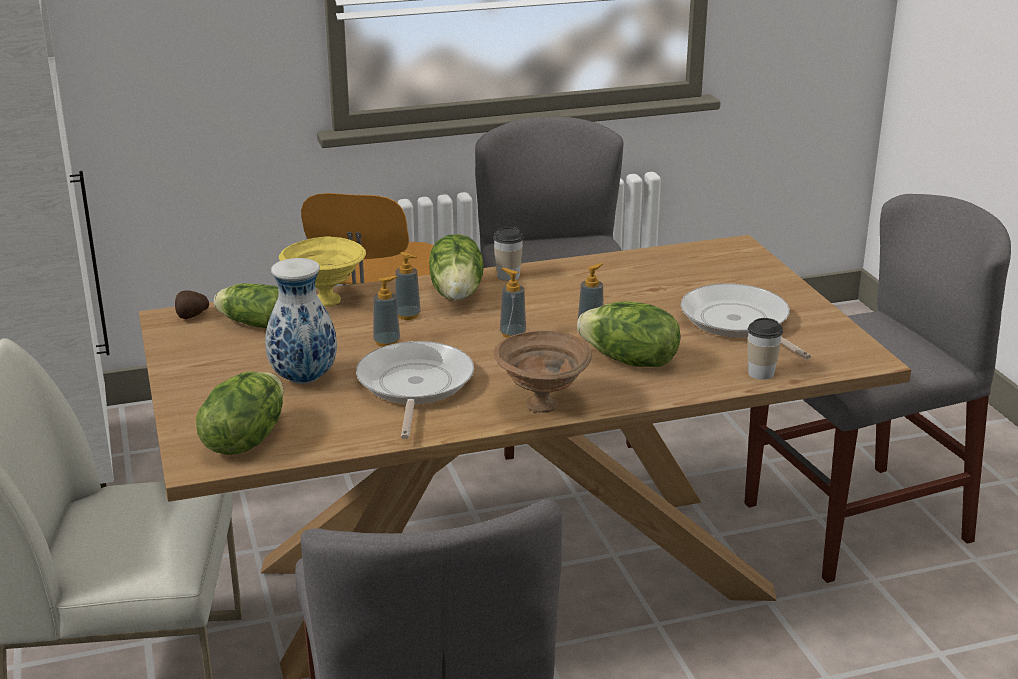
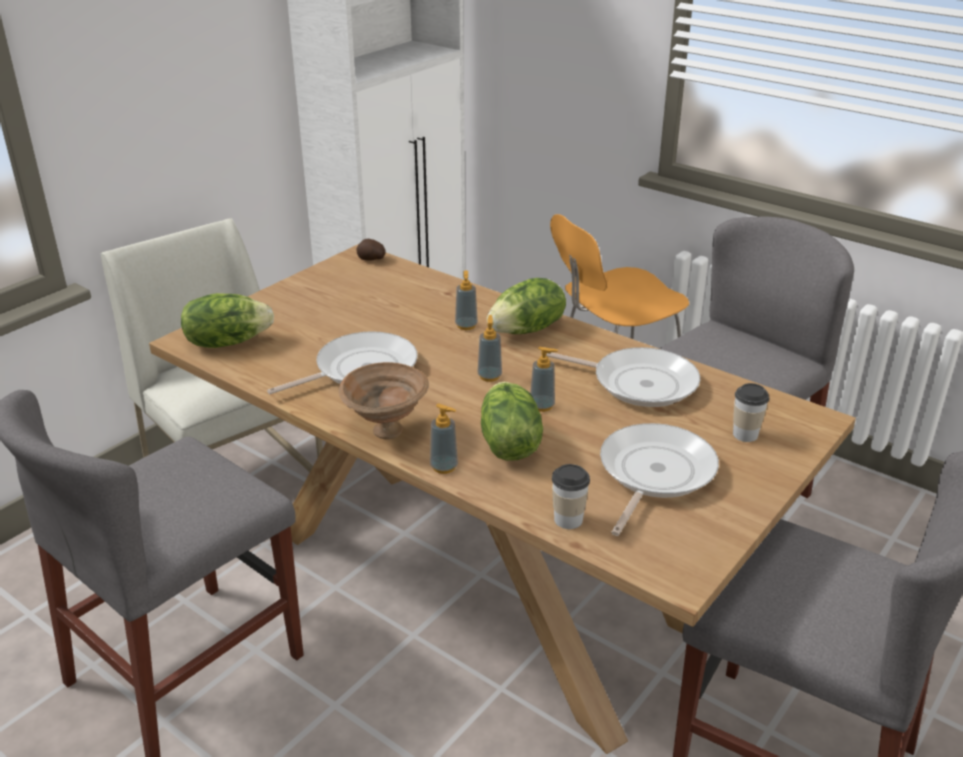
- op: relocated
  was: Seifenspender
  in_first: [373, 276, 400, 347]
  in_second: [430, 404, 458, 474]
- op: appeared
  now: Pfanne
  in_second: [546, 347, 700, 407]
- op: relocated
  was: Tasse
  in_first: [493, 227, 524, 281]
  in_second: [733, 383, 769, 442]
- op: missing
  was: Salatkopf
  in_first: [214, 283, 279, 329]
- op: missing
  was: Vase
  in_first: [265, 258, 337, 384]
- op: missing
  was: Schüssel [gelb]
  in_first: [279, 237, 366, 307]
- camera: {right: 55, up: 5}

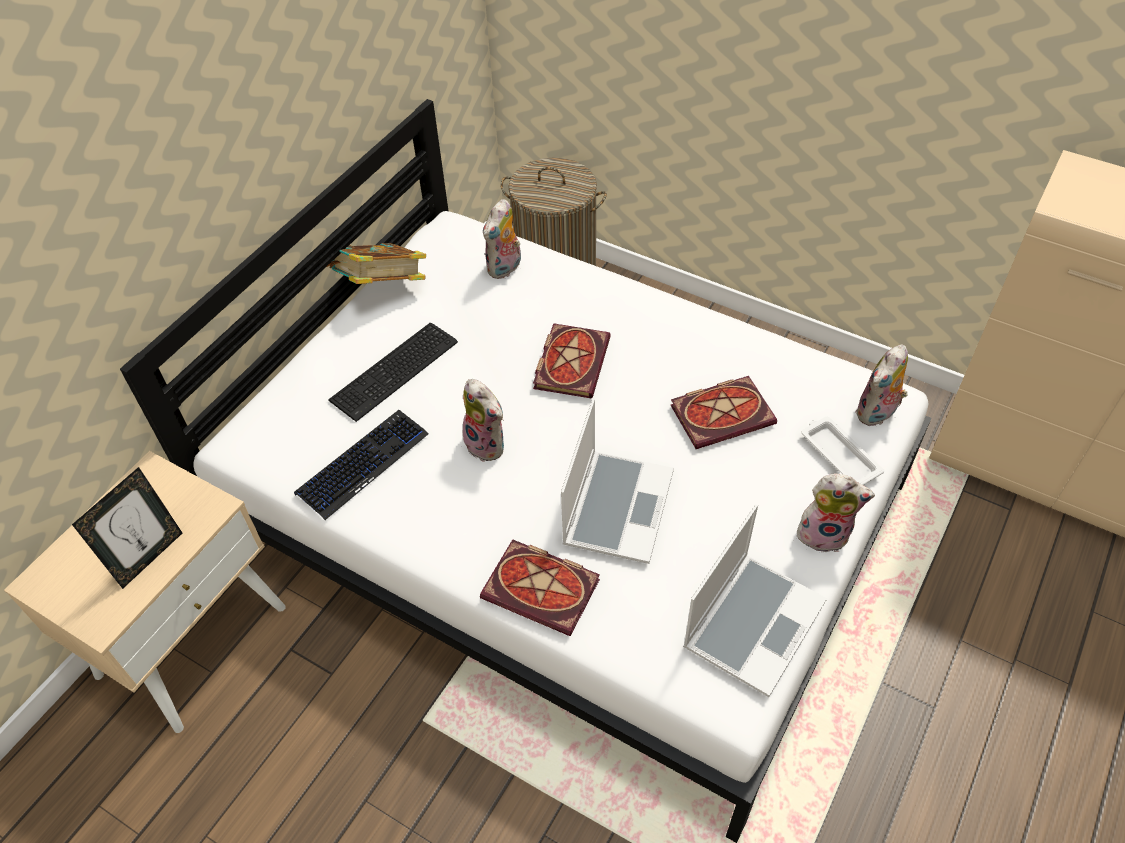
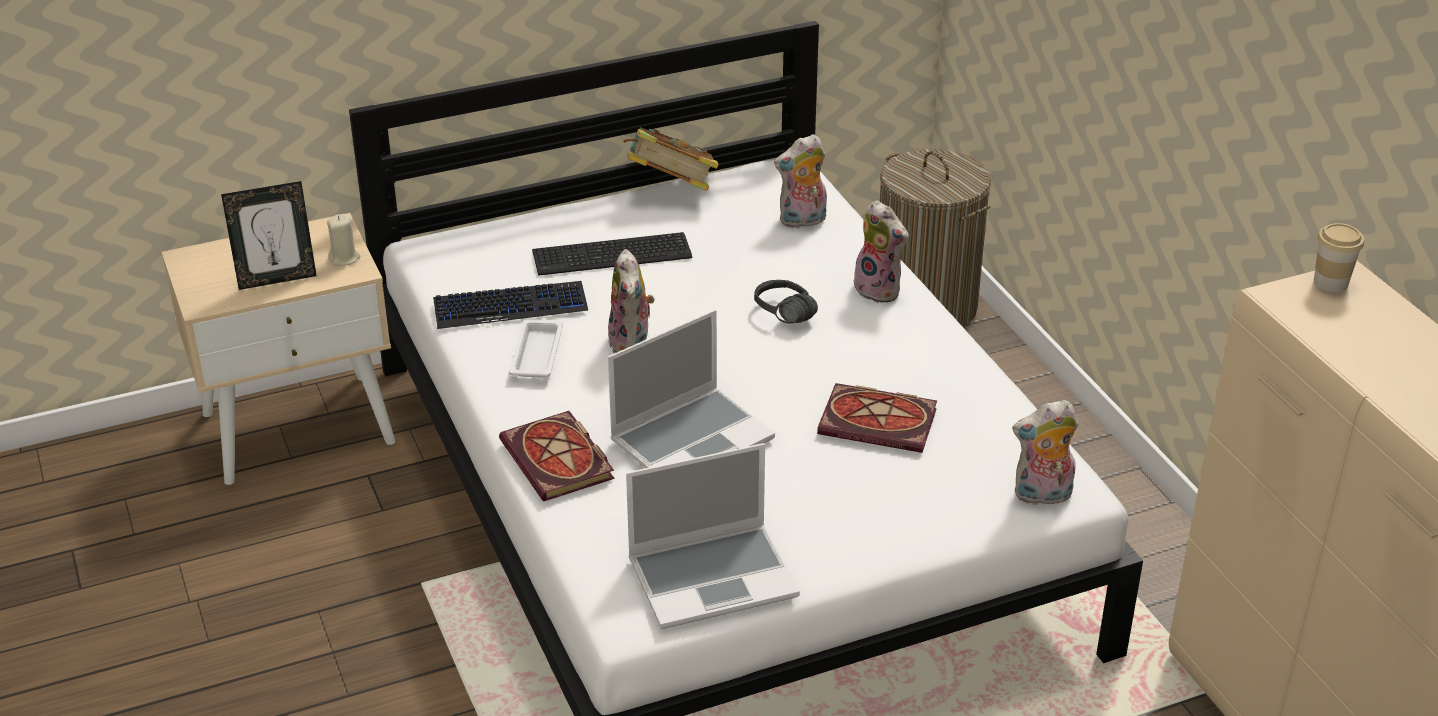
- op: appeared
  now: Kerze [beige]
  in_second: [327, 214, 360, 266]
- op: relocated
  was: Tablett [weiß]
  in_first: [801, 417, 885, 485]
  in_second: [509, 319, 563, 378]
- op: exchanged
  was: Buch
  now: Kopfhörer [schwarz]
  in_first: [533, 323, 611, 398]
  in_second: [754, 280, 818, 324]
- op: relocated
  was: Plüschtier
  in_first: [797, 474, 875, 552]
  in_second: [854, 200, 909, 303]
- op: appeared
  now: Tasse
  in_second: [1314, 223, 1364, 292]
- camera: {right: 35, up: -15}

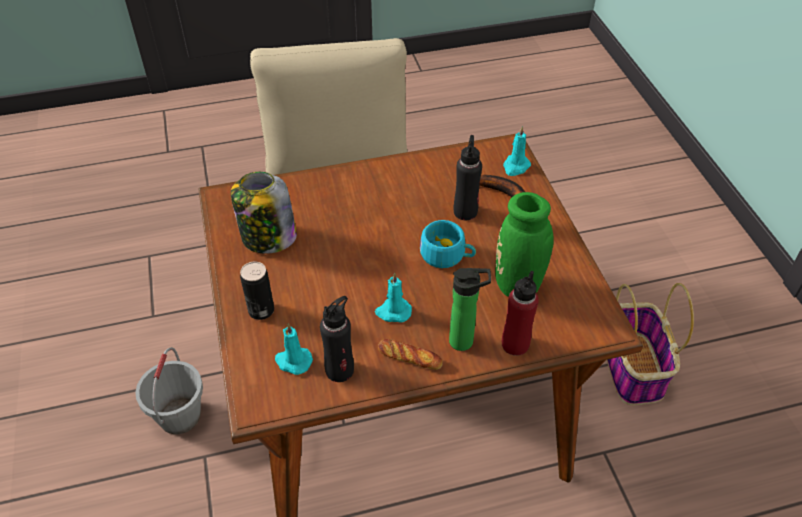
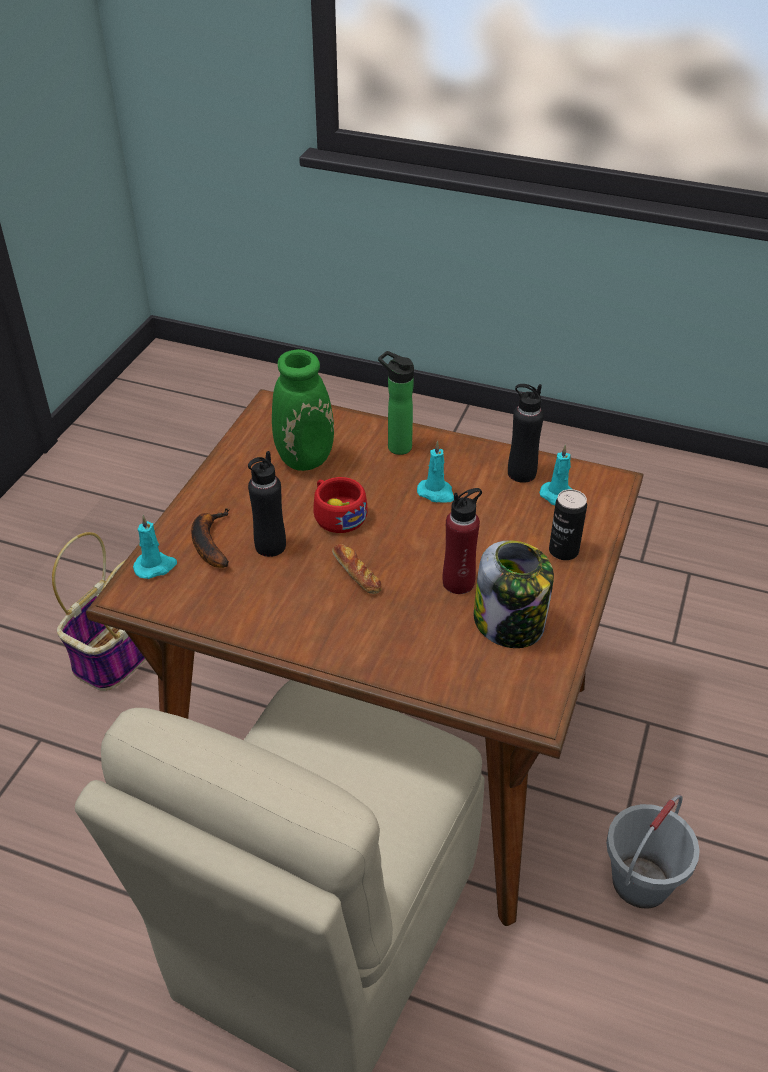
- op: colour
  was: Tasse [türkis]
  now: Tasse [rot]
  in_first: [420, 220, 476, 268]
  in_second: [313, 477, 367, 533]
- op: relocated
  was: Brot
  in_first: [378, 339, 443, 370]
  in_second: [332, 544, 382, 594]
- op: relocated
  was: Flasche [rot]
  in_first: [502, 271, 539, 356]
  in_second: [443, 488, 482, 594]
- camera: {right: -145, up: -5}

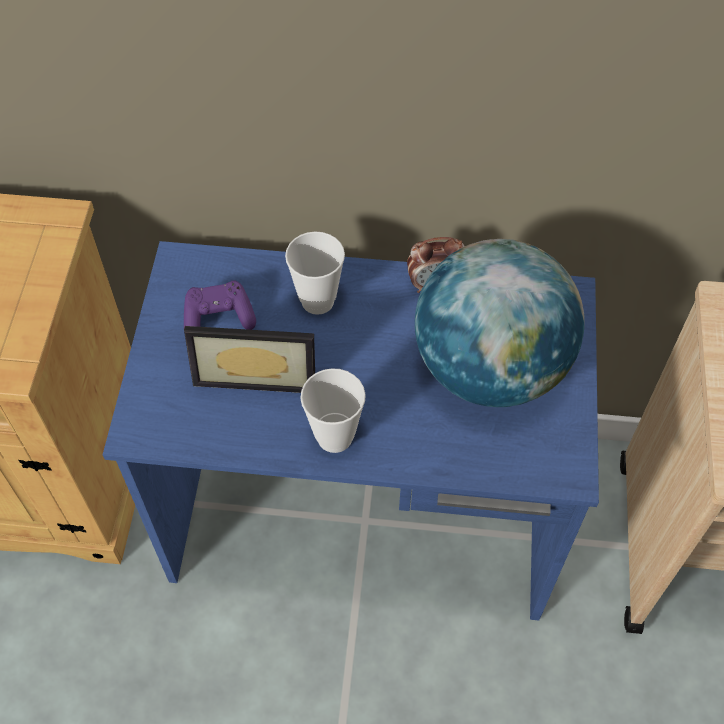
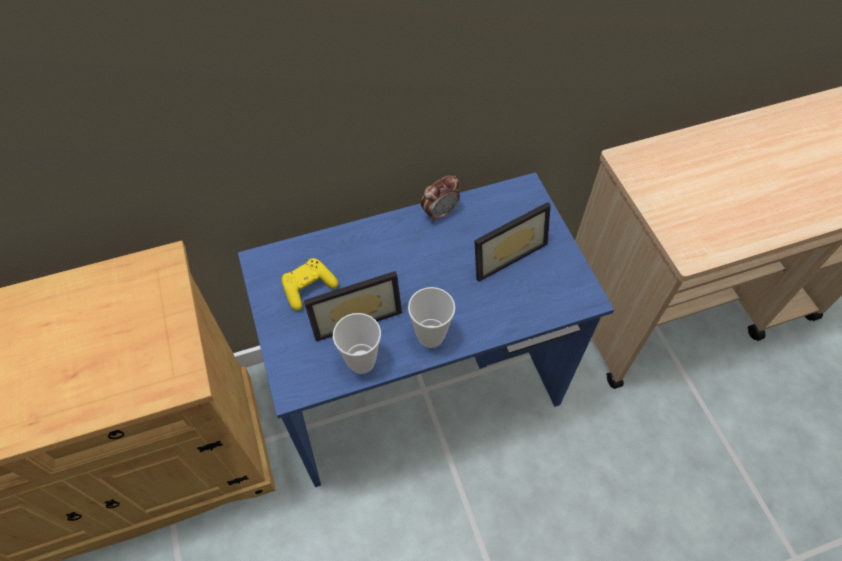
- op: colour
  was: Gamepad [lila]
  now: Gamepad [gelb]
  in_first: [184, 281, 256, 330]
  in_second: [282, 258, 338, 311]
- op: relocated
  was: Tasse
  in_first: [285, 232, 345, 315]
  in_second: [333, 313, 381, 374]
- op: exchanged
  was: Globus
  now: Bilderrahmen
  in_first: [415, 239, 585, 407]
  in_second: [475, 202, 551, 282]
- camera: {right: -25, up: 0}

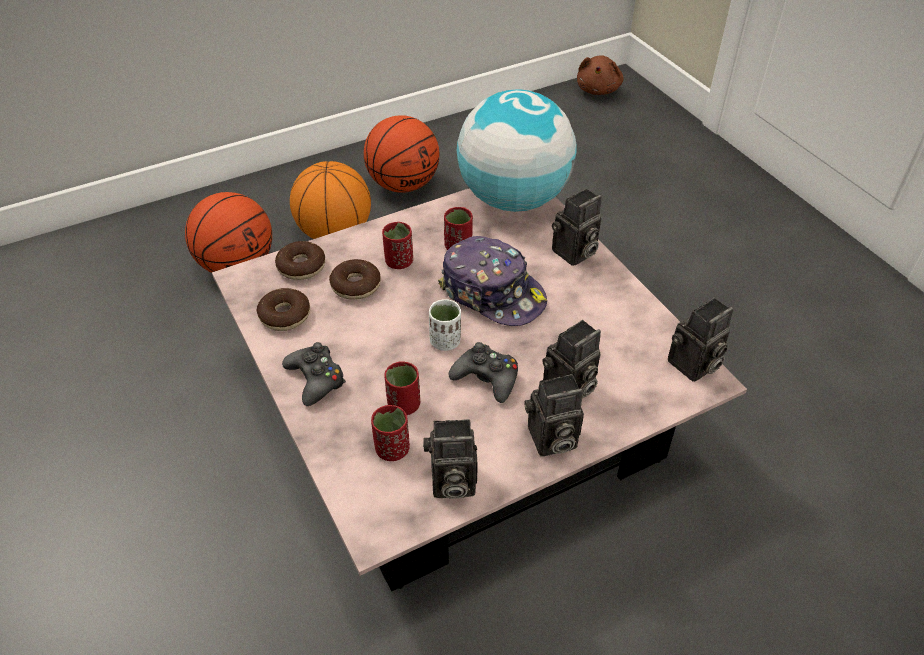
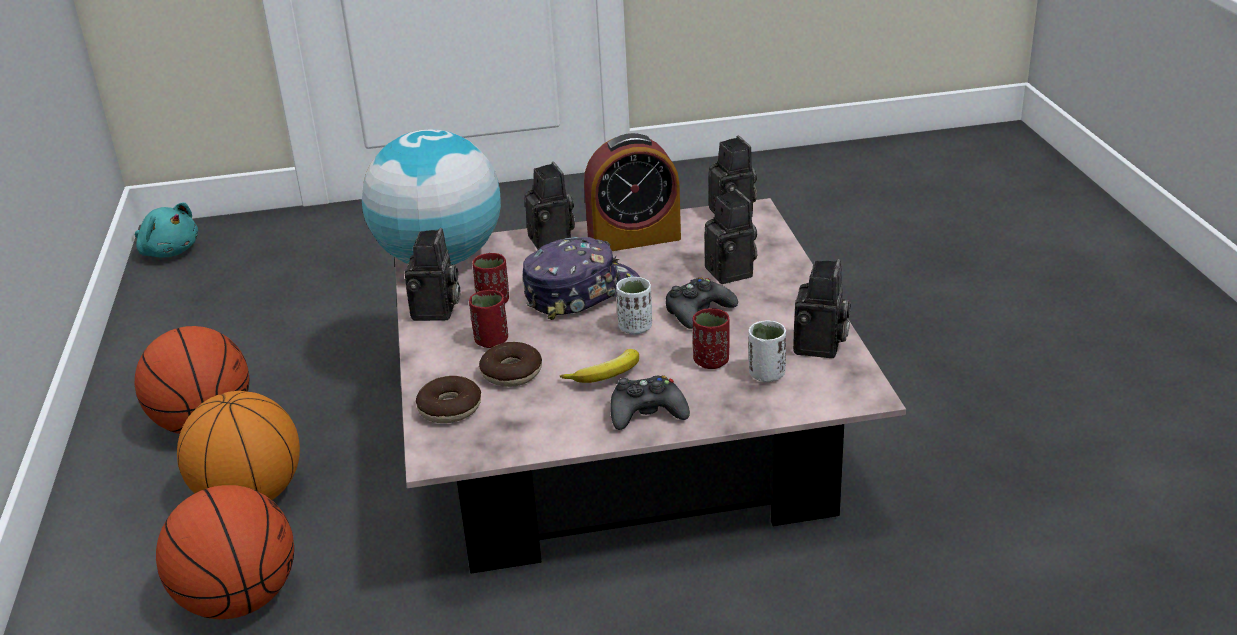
- op: colour
  was: Plüschtier [braun]
  now: Plüschtier [türkis]
  in_first: [577, 55, 624, 95]
  in_second: [135, 202, 198, 258]
- op: relocated
  was: Kamera
  in_first: [524, 374, 584, 456]
  in_second: [404, 228, 460, 321]
- op: appeared
  now: Banane
  in_second: [560, 349, 639, 383]
- op: appeared
  now: Wecker
  in_second: [584, 133, 681, 251]
- op: colour
  was: Tasse [rot]
  now: Tasse [weiß]
  in_first: [371, 405, 410, 461]
  in_second: [748, 320, 786, 382]
- op: missing
  was: Donut
  in_first: [257, 288, 310, 331]
- camera: {right: -70, up: -15}

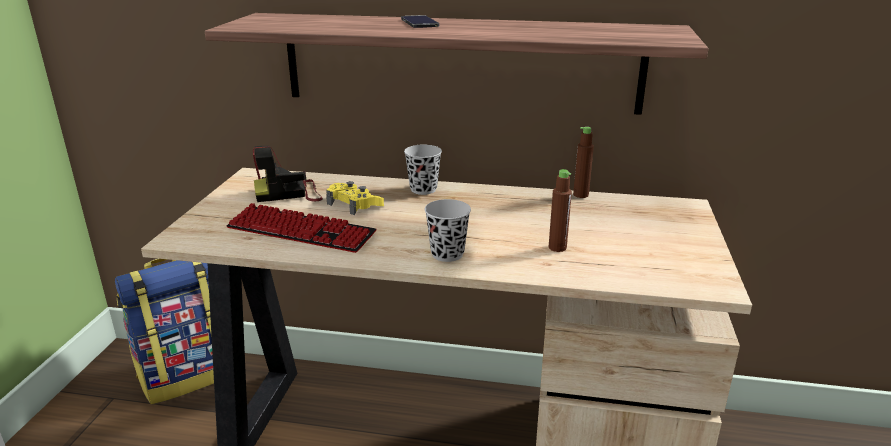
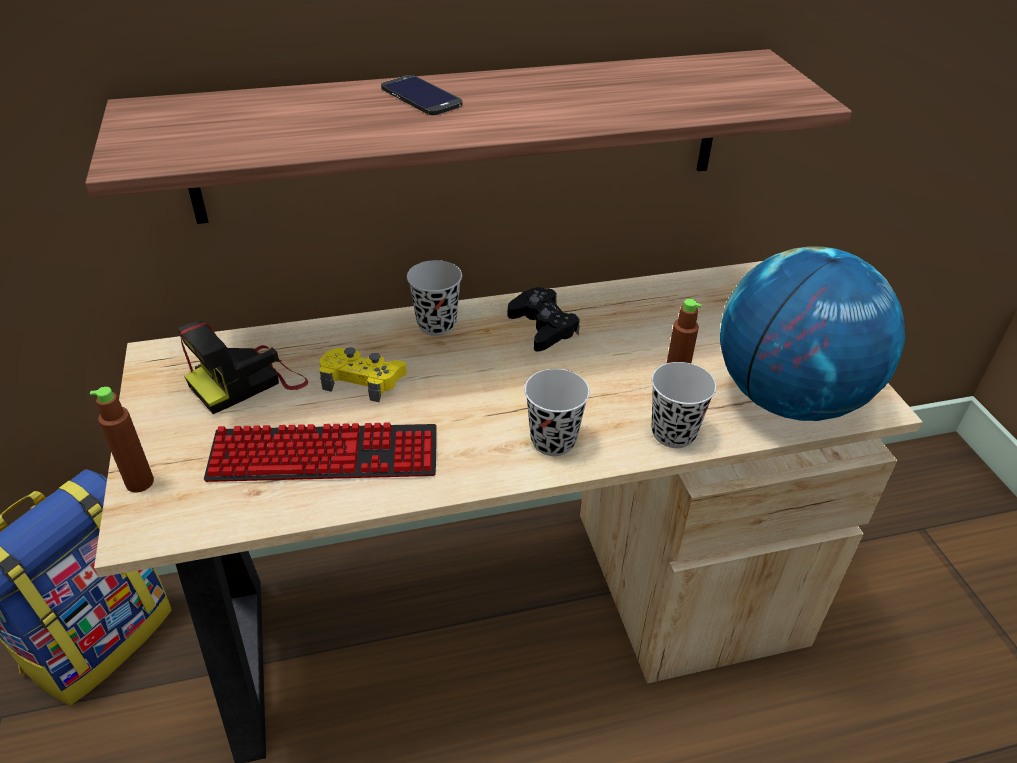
- op: relocated
  was: Flasche [braun]
  in_first: [573, 127, 594, 198]
  in_second: [90, 387, 154, 492]
- op: appeared
  now: Gamepad [schwarz]
  in_second: [508, 287, 580, 352]
- op: appeared
  now: Tasse [schwarz]
  in_second: [652, 362, 716, 448]
- op: appeared
  now: Globus
  in_second: [720, 246, 905, 421]
- camera: {right: -25, up: 15}

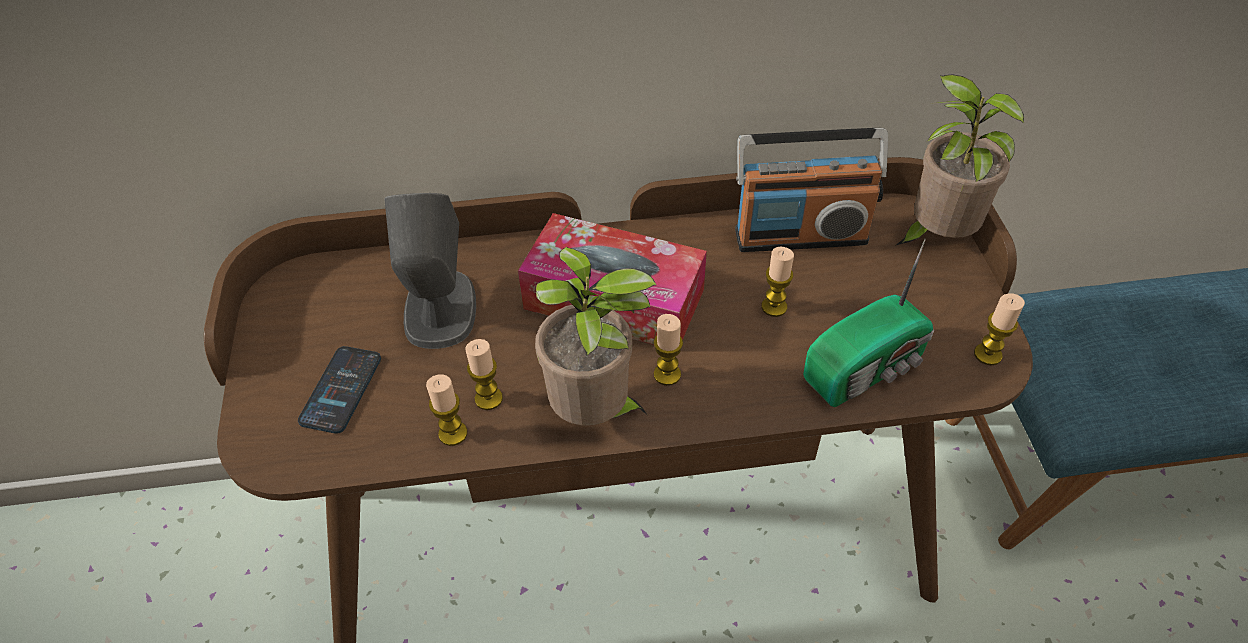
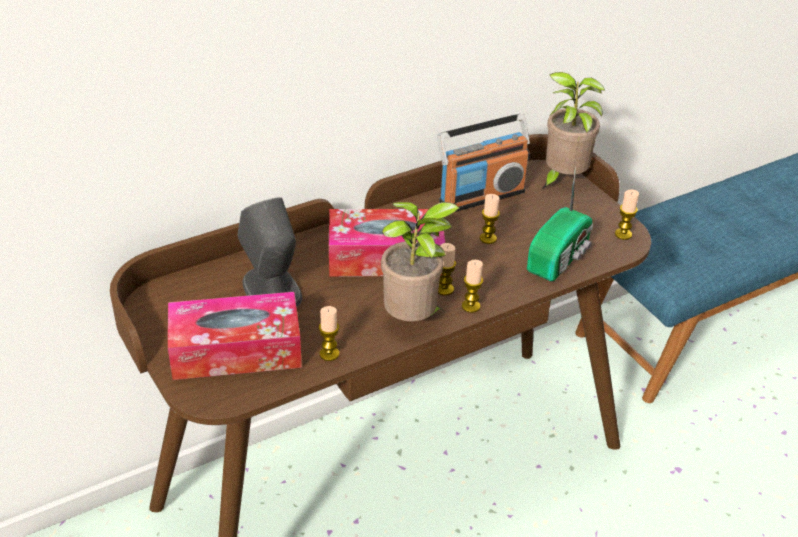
- op: exchanged
  was: Handy
  now: Taschentuchbox
  in_first: [298, 346, 381, 434]
  in_second: [168, 292, 302, 380]
- op: relocated
  was: Kerze
  in_first: [466, 339, 503, 410]
  in_second: [462, 260, 483, 313]
- camera: {right: -25, up: -10}

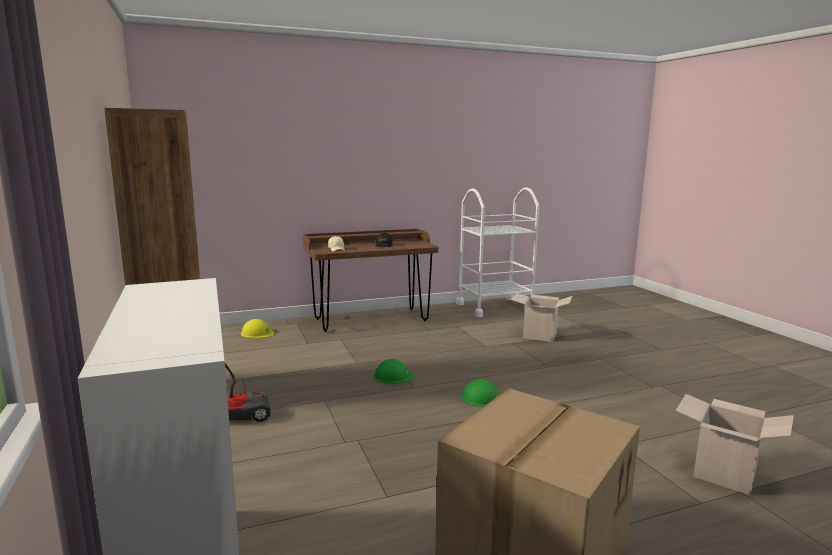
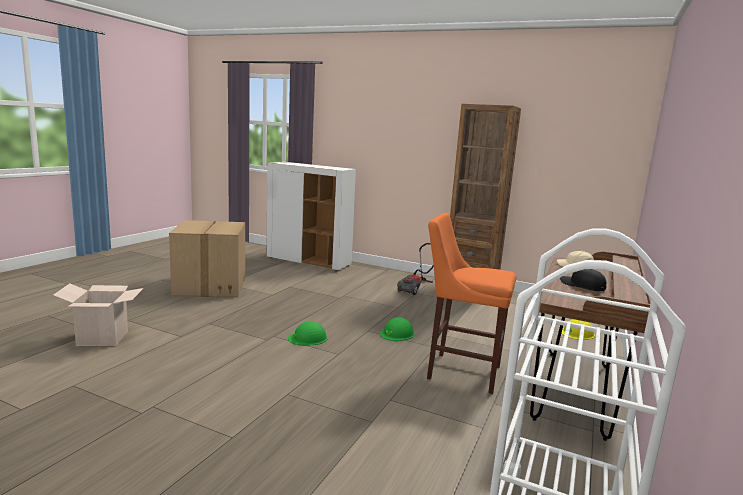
- op: appeared
  now: Hocker [orange]
  in_second: [427, 213, 516, 394]
- op: missing
  was: Karton
  in_first: [511, 293, 572, 342]
- camera: {right: 135, up: 0}

